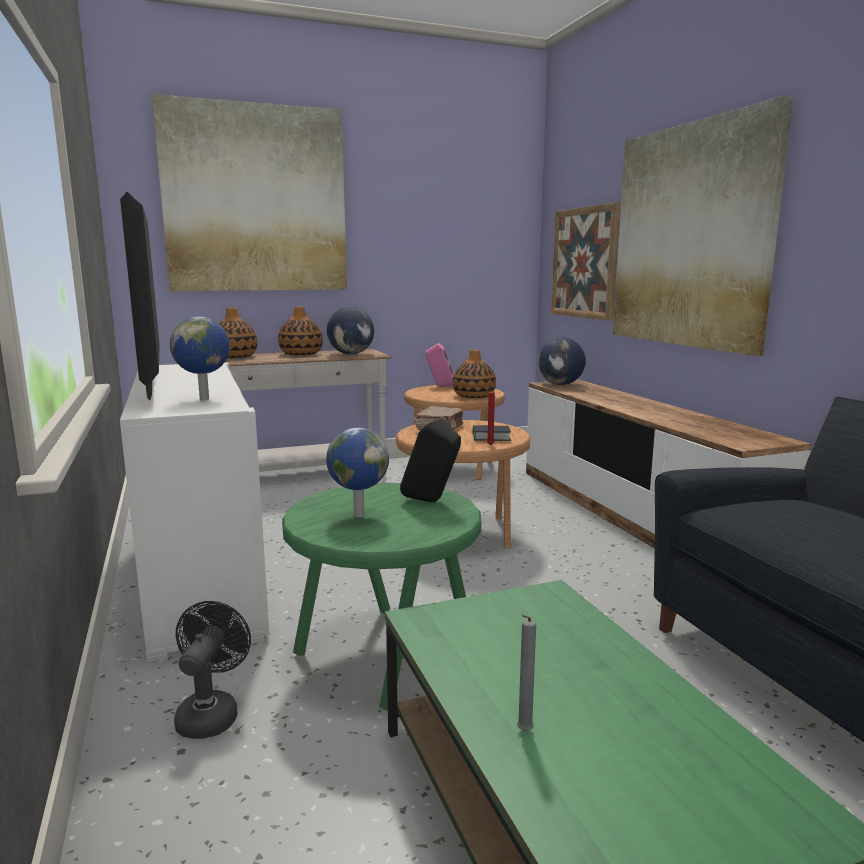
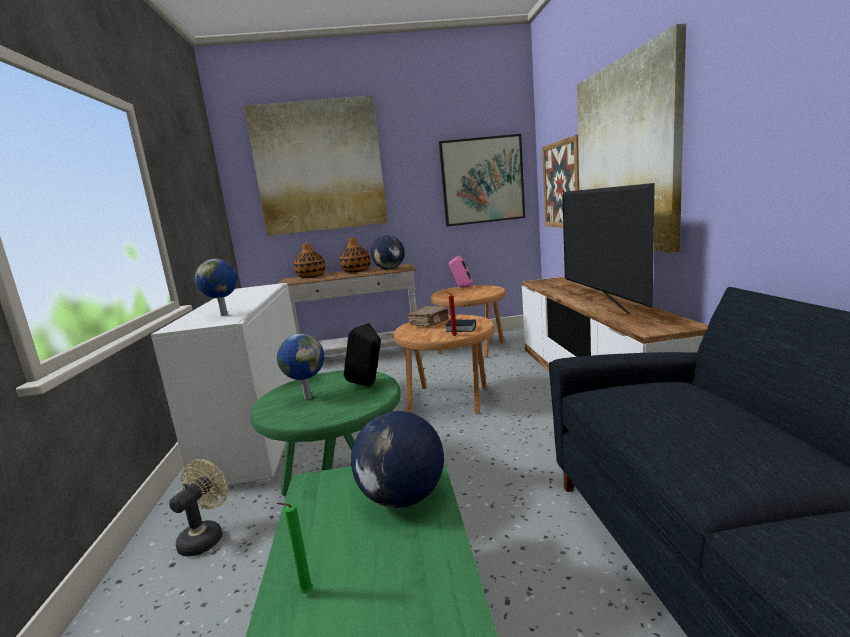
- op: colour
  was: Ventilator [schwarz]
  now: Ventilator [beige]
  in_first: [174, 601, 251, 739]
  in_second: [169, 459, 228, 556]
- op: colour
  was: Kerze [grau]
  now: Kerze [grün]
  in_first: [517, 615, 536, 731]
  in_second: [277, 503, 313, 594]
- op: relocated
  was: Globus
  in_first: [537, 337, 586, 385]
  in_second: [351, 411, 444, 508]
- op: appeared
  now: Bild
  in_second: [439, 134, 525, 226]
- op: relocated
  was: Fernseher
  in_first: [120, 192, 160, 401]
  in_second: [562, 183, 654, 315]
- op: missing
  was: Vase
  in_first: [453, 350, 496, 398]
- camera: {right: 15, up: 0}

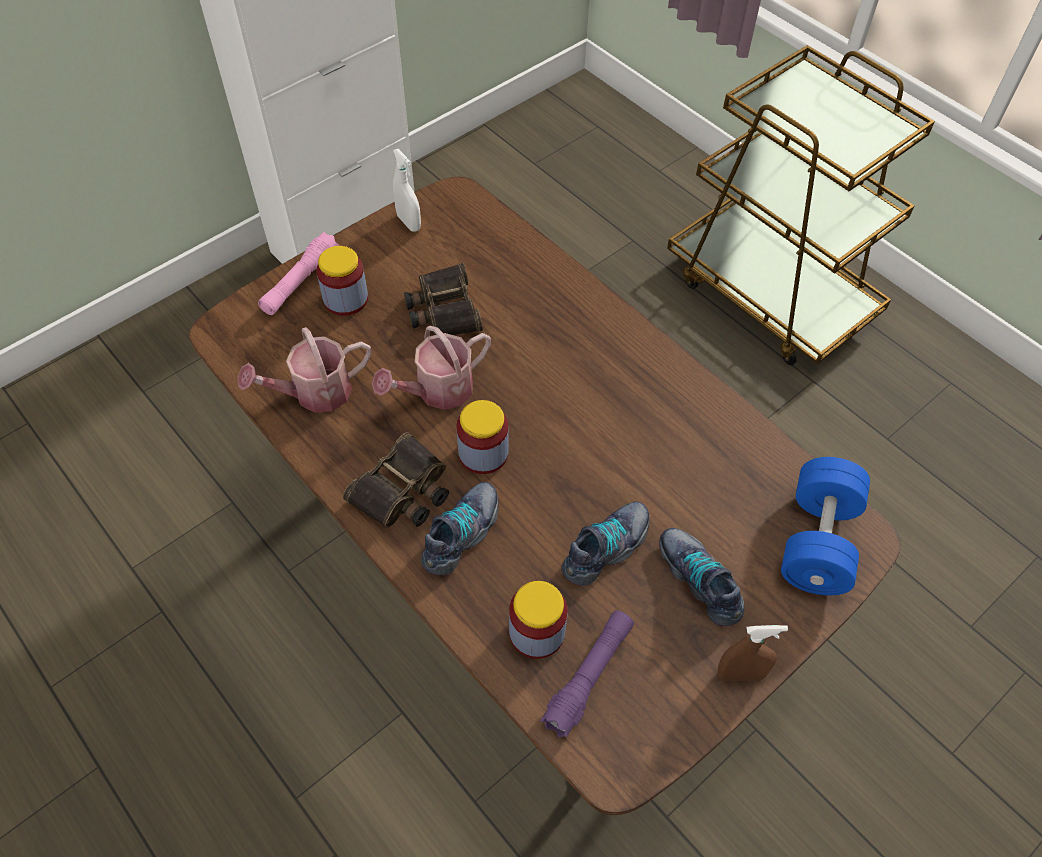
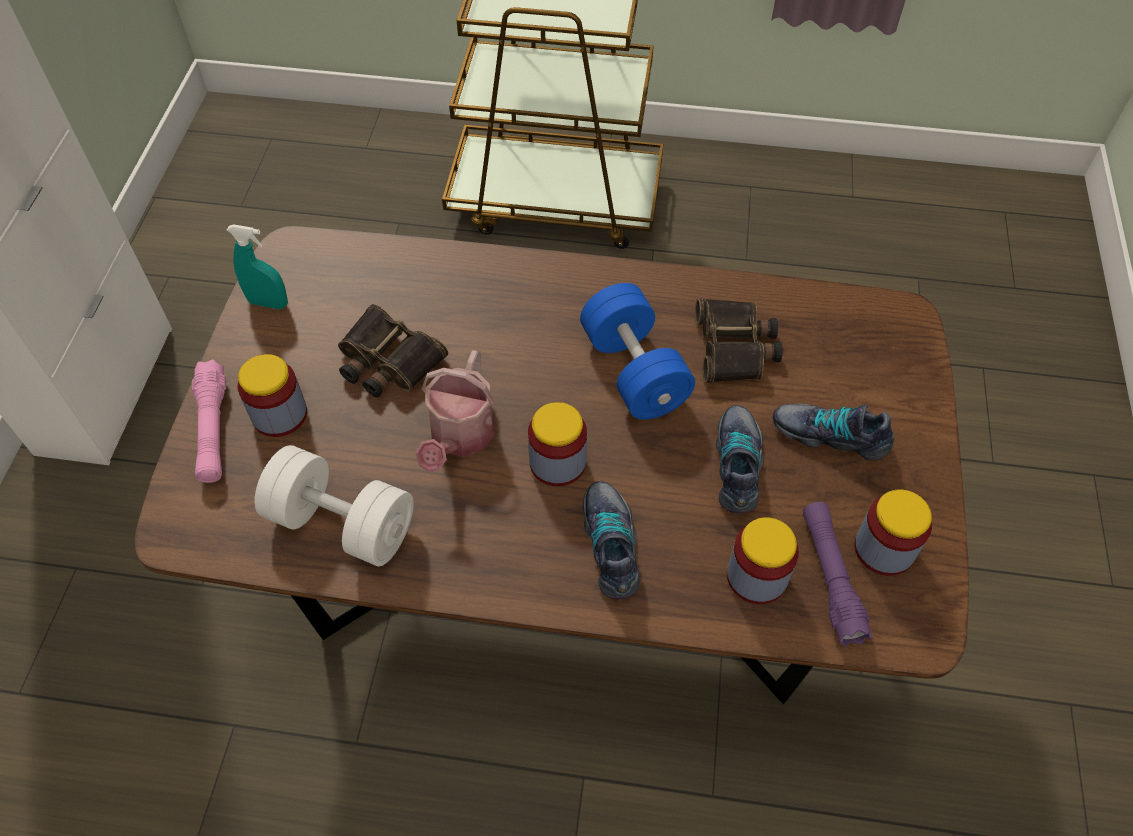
- op: colour
  was: Sprühflasche [weiß]
  now: Sprühflasche [türkis]
  in_first: [393, 149, 421, 232]
  in_second: [227, 224, 288, 309]
- op: exchanged
  was: Gießkanne
  now: Hantel [weiß]
  in_first: [238, 327, 372, 413]
  in_second: [254, 445, 414, 566]
- op: relocated
  was: Hantel [blau]
  in_first: [781, 457, 870, 595]
  in_second: [580, 283, 695, 420]
- op: relocated
  was: Fernglas
  in_first: [343, 432, 449, 528]
  in_second: [695, 298, 783, 383]
- op: appeared
  now: Vorratsglas
  in_second: [854, 490, 932, 576]
- op: missing
  was: Sprühflasche [braun]
  in_first: [717, 625, 788, 681]
- camera: {right: -40, up: 0}

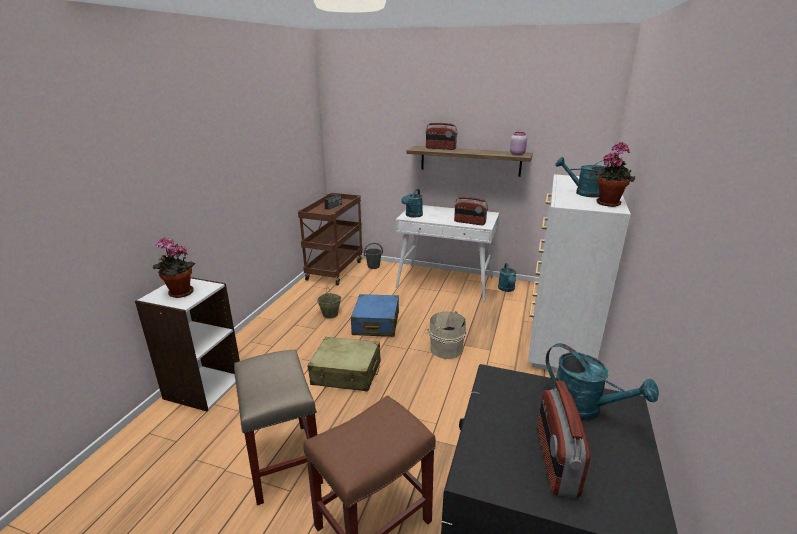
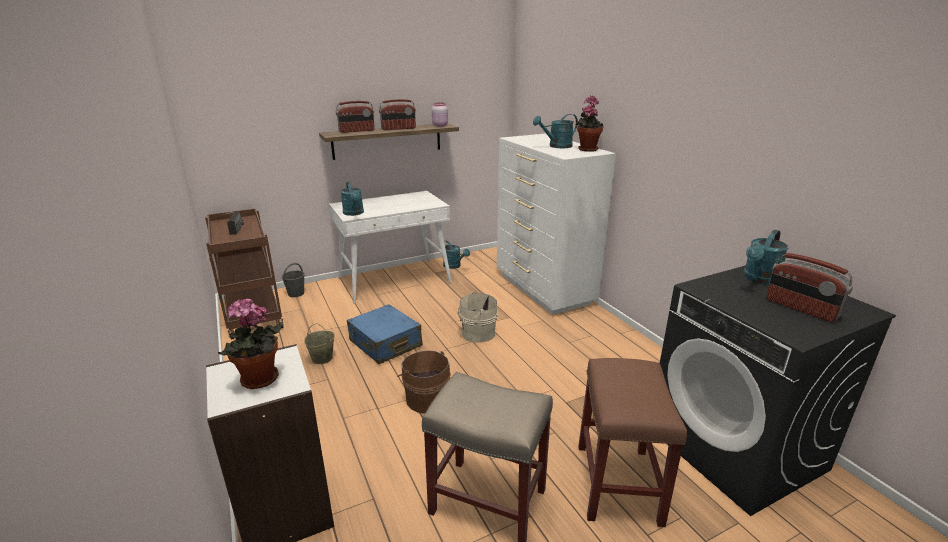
- op: relocated
  was: Radio
  in_first: [454, 197, 488, 225]
  in_second: [379, 99, 416, 130]
- op: exchanged
  was: Koffer [beige]
  now: Eimer [braun]
  in_first: [308, 337, 381, 392]
  in_second: [397, 350, 451, 414]
- op: spun
  was: Gießkanne [türkis]
  in_first: [546, 343, 659, 421]
  in_second: [743, 230, 788, 285]
  clockwise: 135
- camera: {right: -45, up: 0}

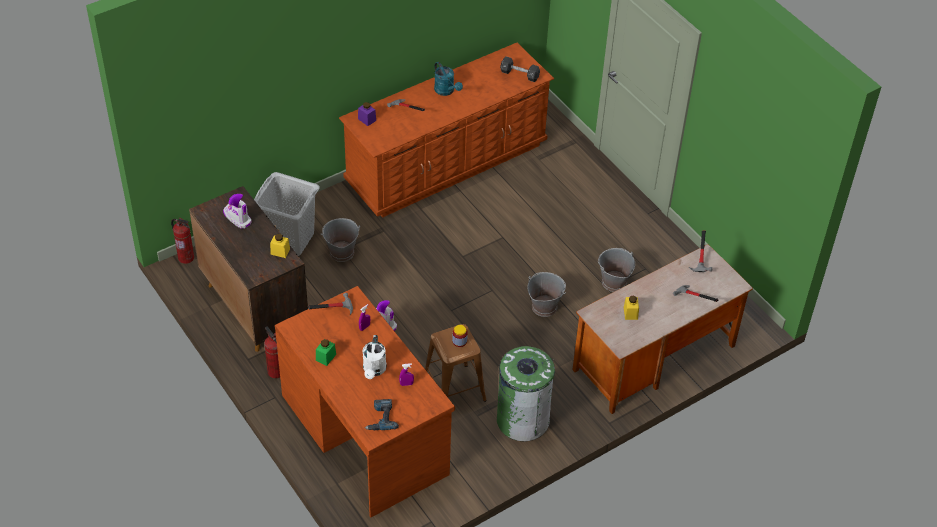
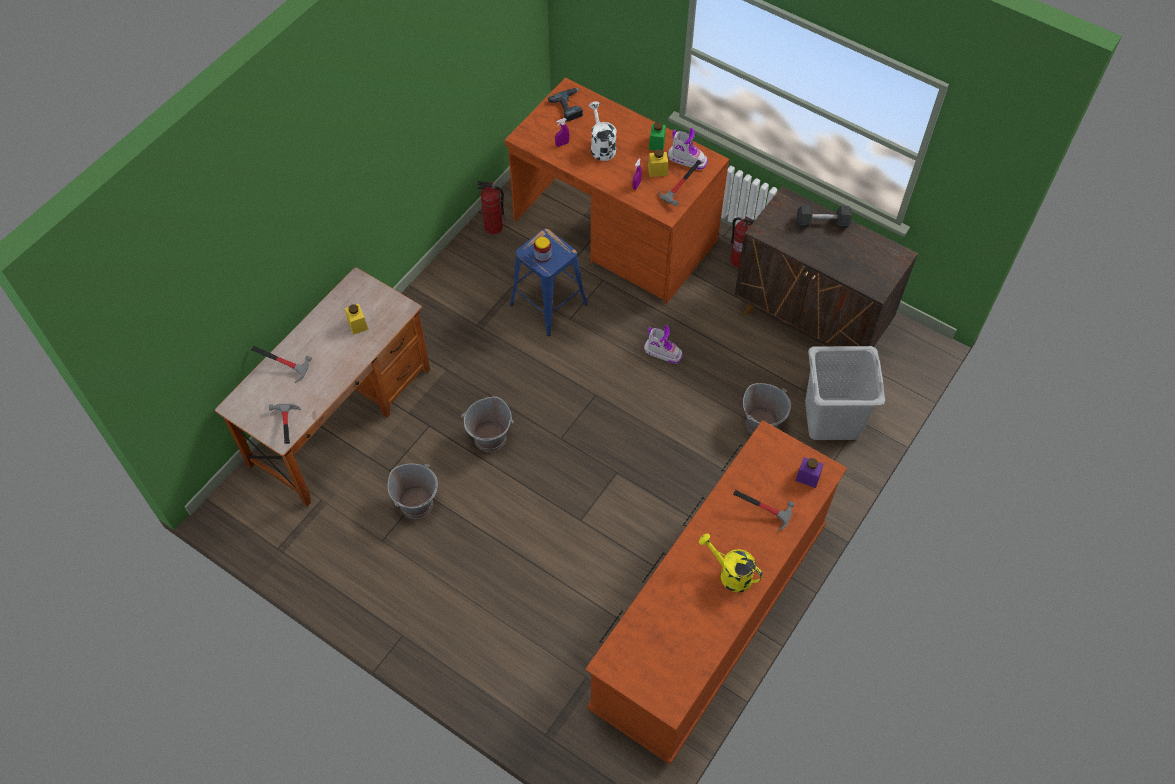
- op: relocated
  was: Feuerlöscher
  in_first: [171, 218, 194, 264]
  in_second: [477, 181, 505, 234]
- op: colour
  was: Hocker [braun]
  now: Hocker [blau]
  in_first: [425, 324, 487, 402]
  in_second: [510, 229, 588, 336]
- op: relocated
  was: Vorratsglas [gelb]
  in_first: [270, 234, 290, 258]
  in_second: [648, 149, 668, 177]
- op: relocated
  was: Stiefel
  in_first: [223, 194, 252, 229]
  in_second: [668, 128, 708, 170]
- op: colour
  was: Gießkanne [türkis]
  now: Gießkanne [gelb]
  in_first: [434, 62, 463, 96]
  in_second: [699, 533, 763, 593]
- op: relocated
  was: Hantel [schwarz]
  in_first: [500, 57, 540, 82]
  in_second: [797, 205, 852, 228]
- op: missing
  was: Mülleimer [grün]
  in_first: [497, 346, 555, 441]
- camera: {right: 160, up: 10}

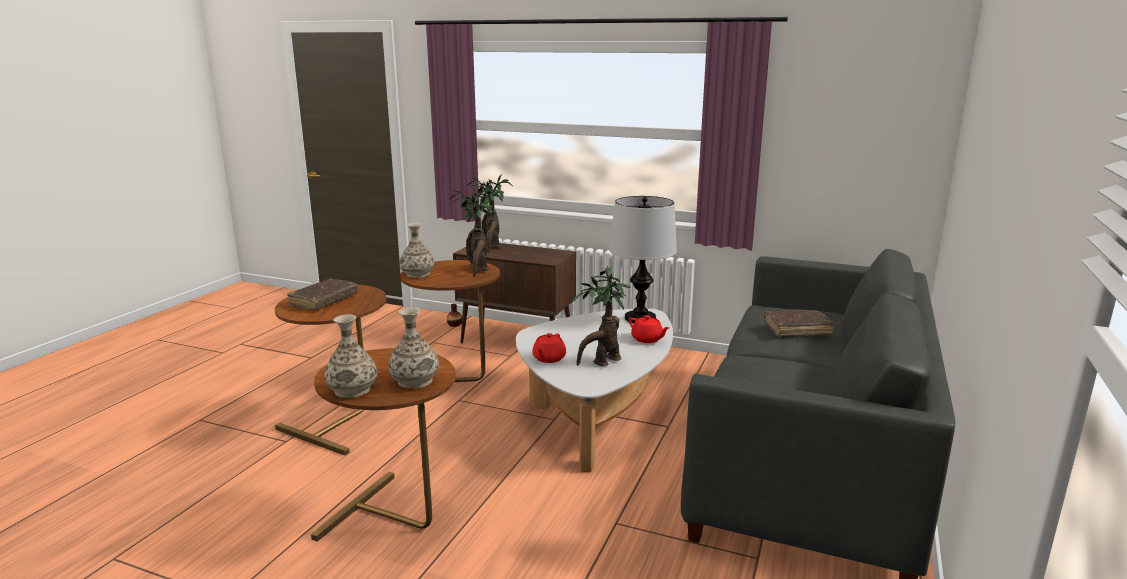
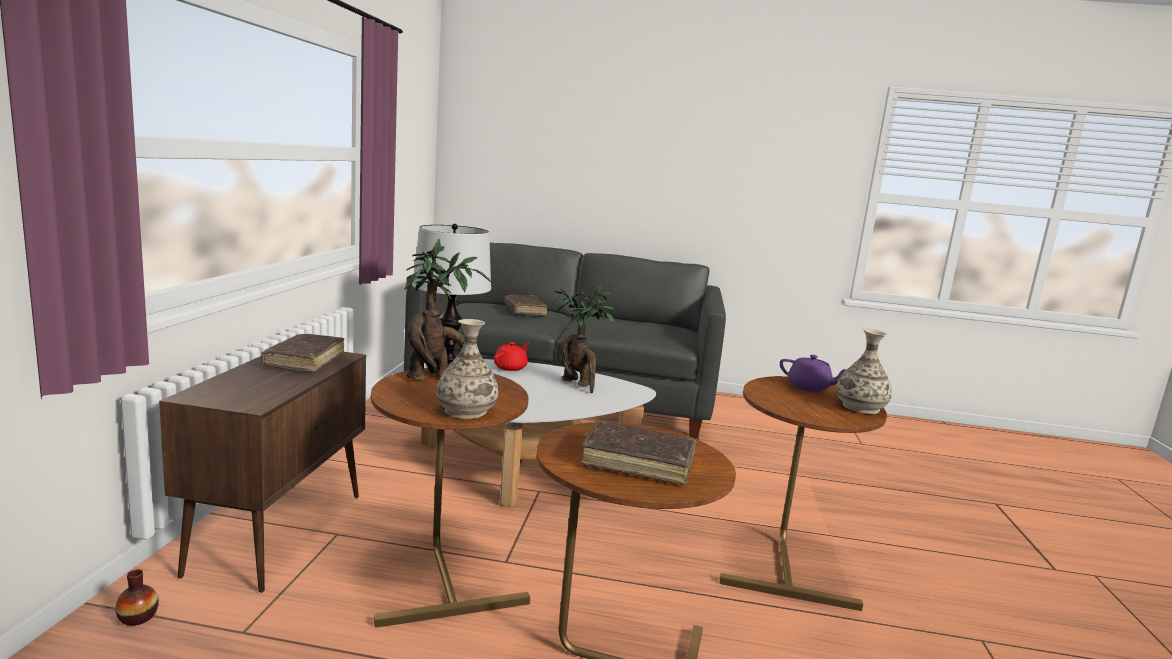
- op: appeared
  now: Buch [braun]
  in_second: [261, 334, 344, 372]
- op: exchanged
  was: Vase
  now: Teekanne [lila]
  in_first: [389, 307, 439, 389]
  in_second: [780, 355, 847, 392]
- op: missing
  was: Topfpflanze
  in_first: [467, 174, 513, 252]
- op: missing
  was: Teekanne [rot]
  in_first: [532, 333, 566, 363]
- camera: {right: -105, up: -5}

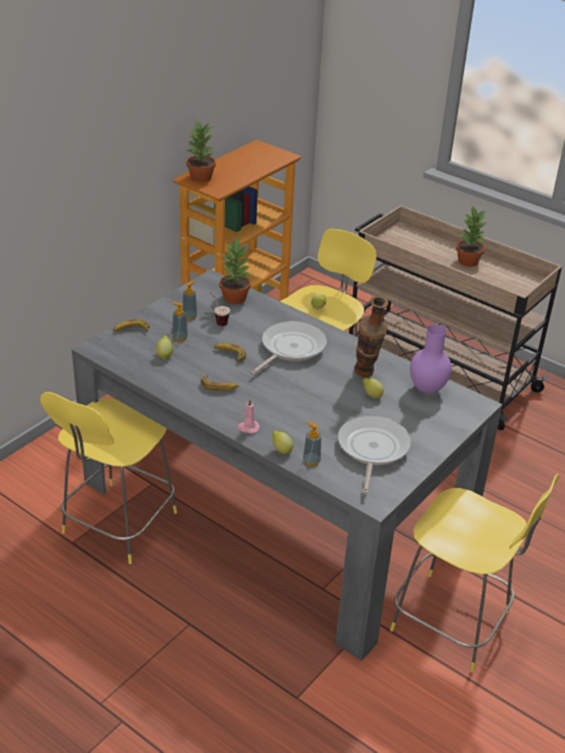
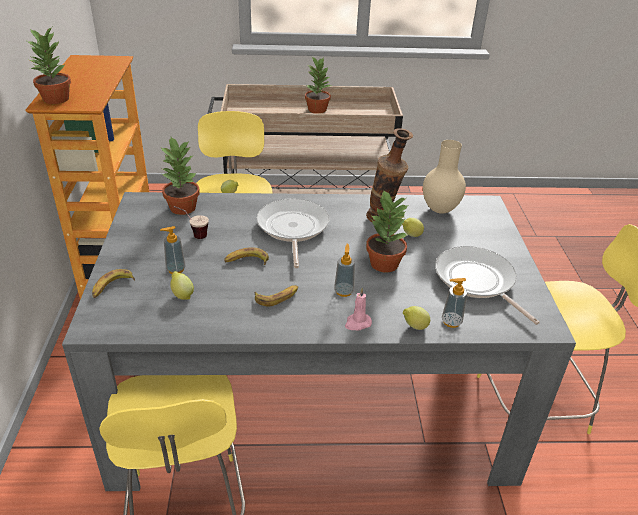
- op: relocated
  was: Seifenspender
  in_first: [182, 281, 197, 320]
  in_second: [334, 244, 355, 297]
- op: appeared
  now: Topfpflanze
  in_second: [366, 189, 409, 272]
- op: colour
  was: Vase [lila]
  now: Vase [beige]
  in_first: [410, 325, 452, 394]
  in_second: [423, 140, 466, 214]
- camera: {right: -40, up: 0}

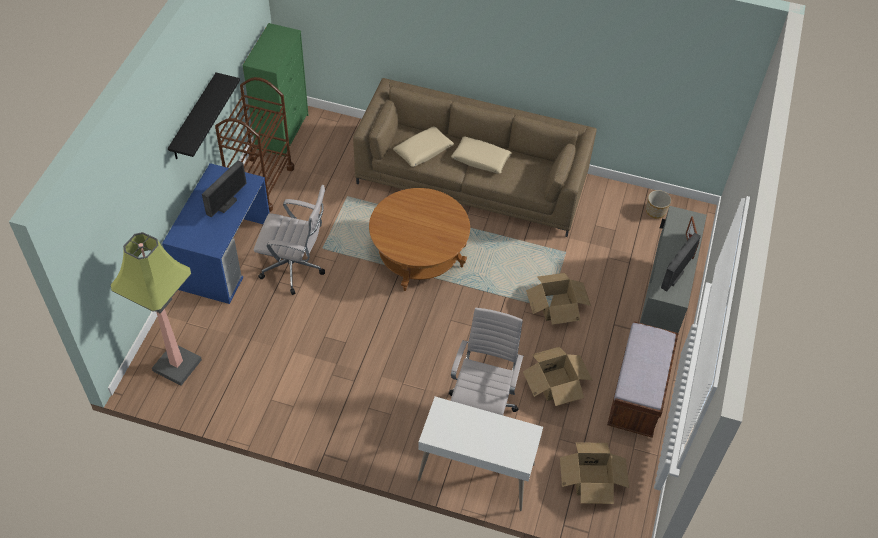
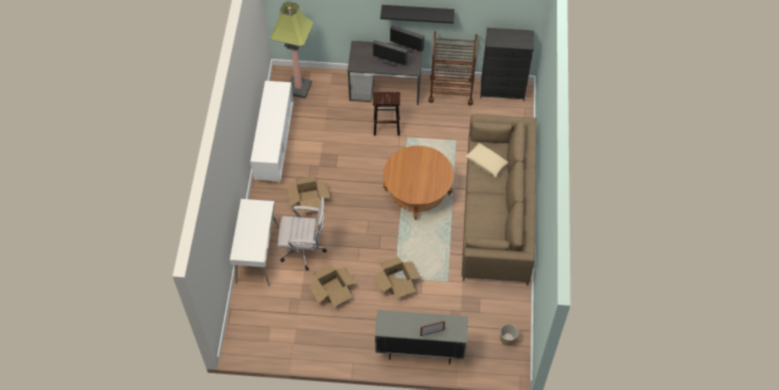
- op: appeared
  now: Schrank [weiß]
  in_second: [250, 81, 294, 184]
- op: relocated
  was: Karton
  in_first: [560, 442, 629, 504]
  in_second: [287, 176, 330, 213]
- op: colour
  was: Schreibtisch [blau]
  now: Schreibtisch [grau]
  in_first: [162, 163, 270, 304]
  in_second: [348, 41, 422, 105]
- op: exchanged
  was: Bürostuhl [weiß]
  now: Hocker [braun]
  in_first: [254, 185, 325, 295]
  in_second: [373, 92, 400, 136]
- op: relocated
  was: Monitor
  in_first: [661, 233, 701, 291]
  in_second: [390, 25, 424, 53]
- op: colour
  was: Kommode [grün]
  now: Kommode [schwarz]
  in_first: [242, 23, 308, 156]
  in_second: [480, 28, 534, 101]
- op: missing
  was: Kissen [beige]
  in_first: [451, 137, 512, 174]
- op: missing
  was: Bank [braun]
  in_first: [607, 322, 679, 438]
- camera: {right: 80, up: 5}

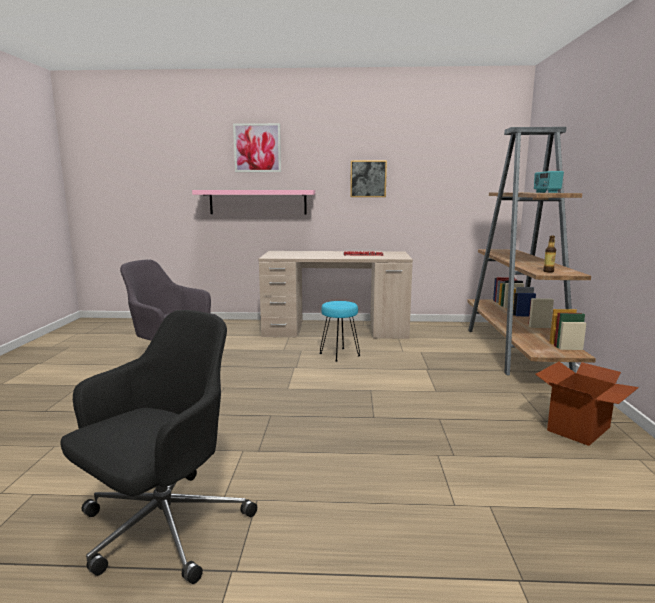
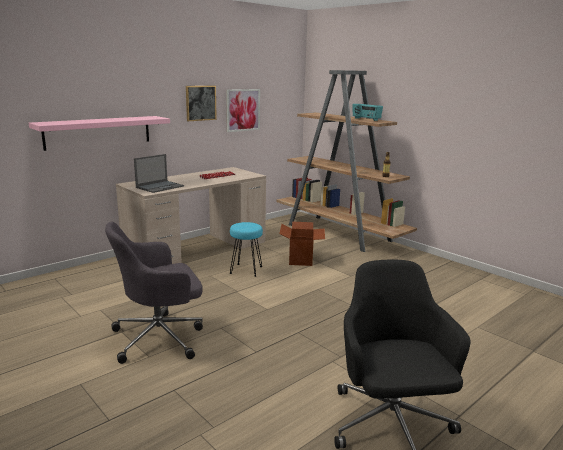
- op: appeared
  now: Laptop
  in_second: [134, 154, 184, 193]
- op: relocated
  was: Bild
  in_first: [233, 123, 281, 172]
  in_second: [226, 89, 260, 132]
- op: relocated
  was: Karton
  in_first: [535, 362, 639, 446]
  in_second: [279, 222, 325, 266]
- camera: {right: -45, up: 5}

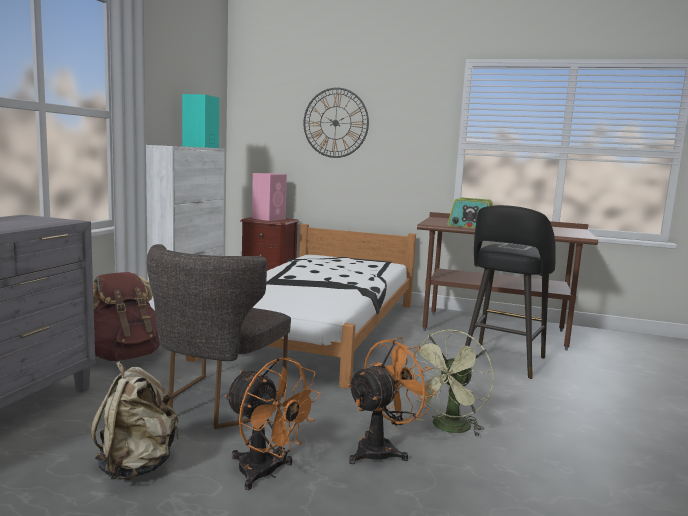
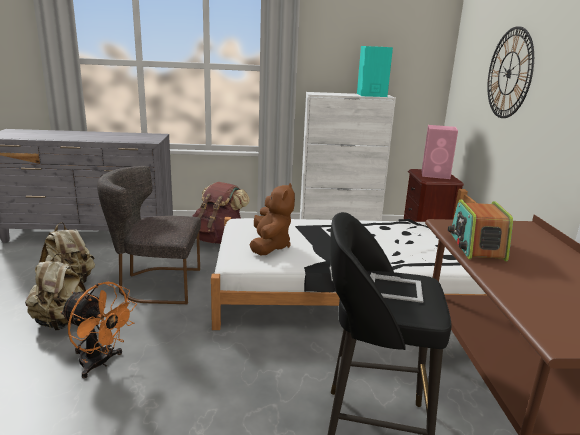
- op: exchanged
  was: Ventilator [orange]
  now: Rucksack [beige]
  in_first: [224, 358, 321, 490]
  in_second: [25, 253, 86, 330]
- op: appeared
  now: Plüschtier [braun]
  in_second: [250, 183, 295, 256]
- op: missing
  was: Ventilator [grün]
  in_first: [411, 330, 493, 437]
- camera: {right: 70, up: 10}

